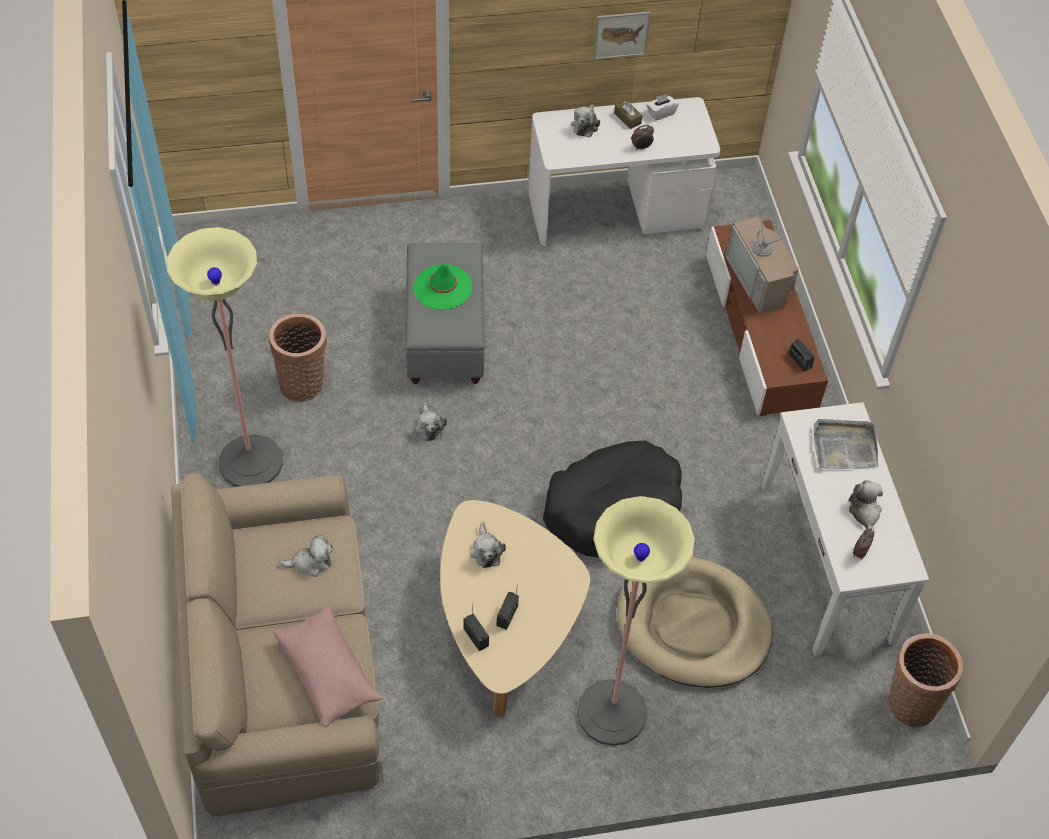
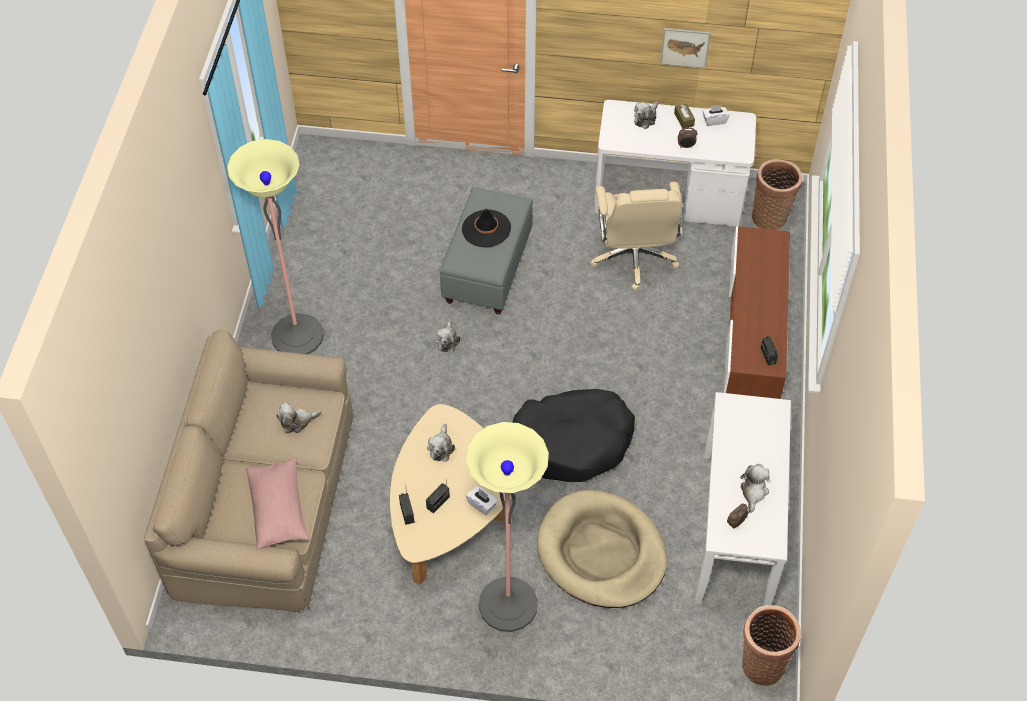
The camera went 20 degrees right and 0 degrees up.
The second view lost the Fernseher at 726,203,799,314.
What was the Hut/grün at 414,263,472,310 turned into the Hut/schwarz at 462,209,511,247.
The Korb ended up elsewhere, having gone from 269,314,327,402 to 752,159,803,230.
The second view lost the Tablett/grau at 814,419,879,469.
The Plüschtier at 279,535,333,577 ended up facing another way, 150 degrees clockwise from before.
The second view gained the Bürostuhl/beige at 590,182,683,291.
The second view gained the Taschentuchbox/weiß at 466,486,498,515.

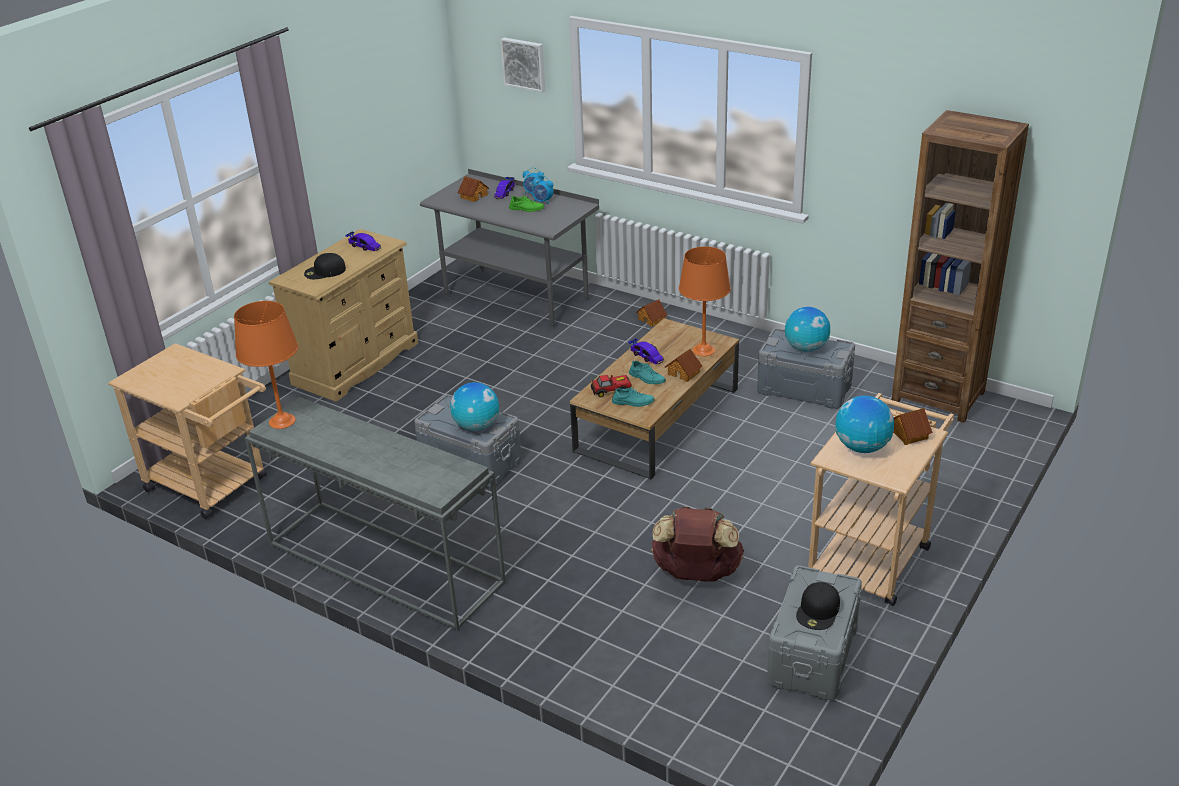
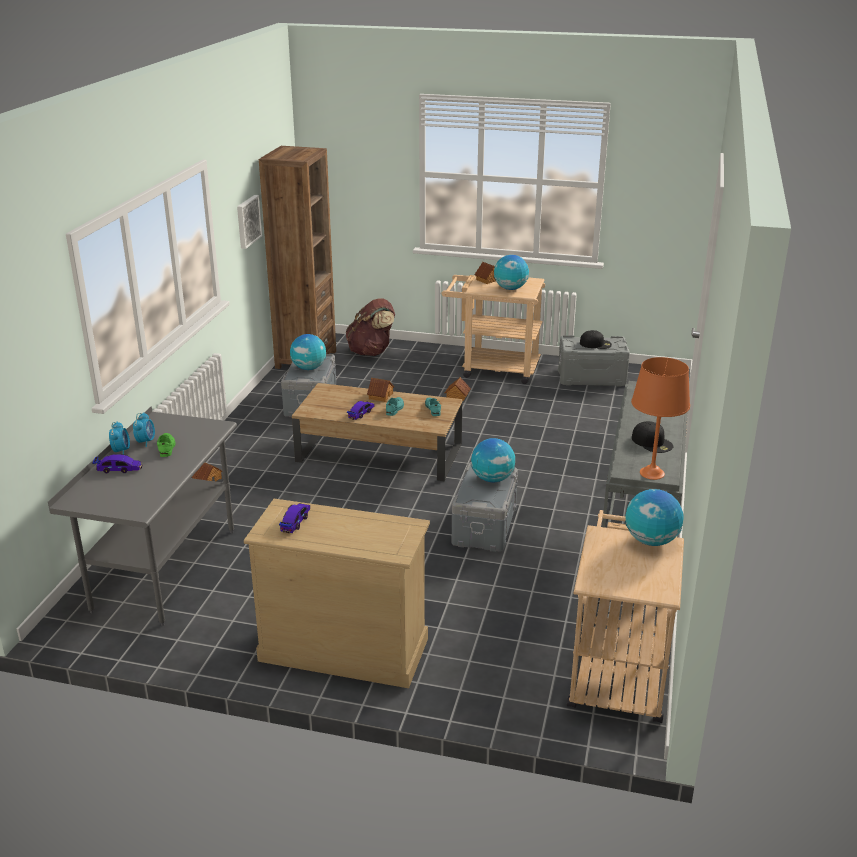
The camera went 110 degrees left and 5 degrees down.
The Bild ended up elsewhere, having gone from 500,38,545,92 to 237,195,262,249.
The Spielzeughaus ended up elsewhere, having gone from 457,176,489,202 to 445,377,471,401.
The second view lost the Tischlampe/orange at 679,247,731,356.
The Kappe/schwarz ended up elsewhere, having gone from 304,253,346,279 to 632,421,673,453.
The second view lost the Spielzeugauto at 591,375,632,397.
The Rucksack/braun ended up elsewhere, having gone from 651,506,744,582 to 346,298,395,356.
The second view gained the Globus at 625,489,684,546.

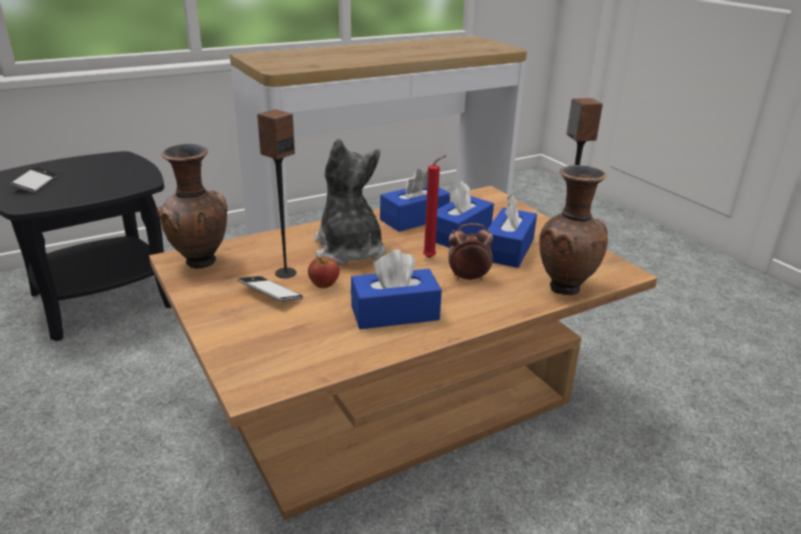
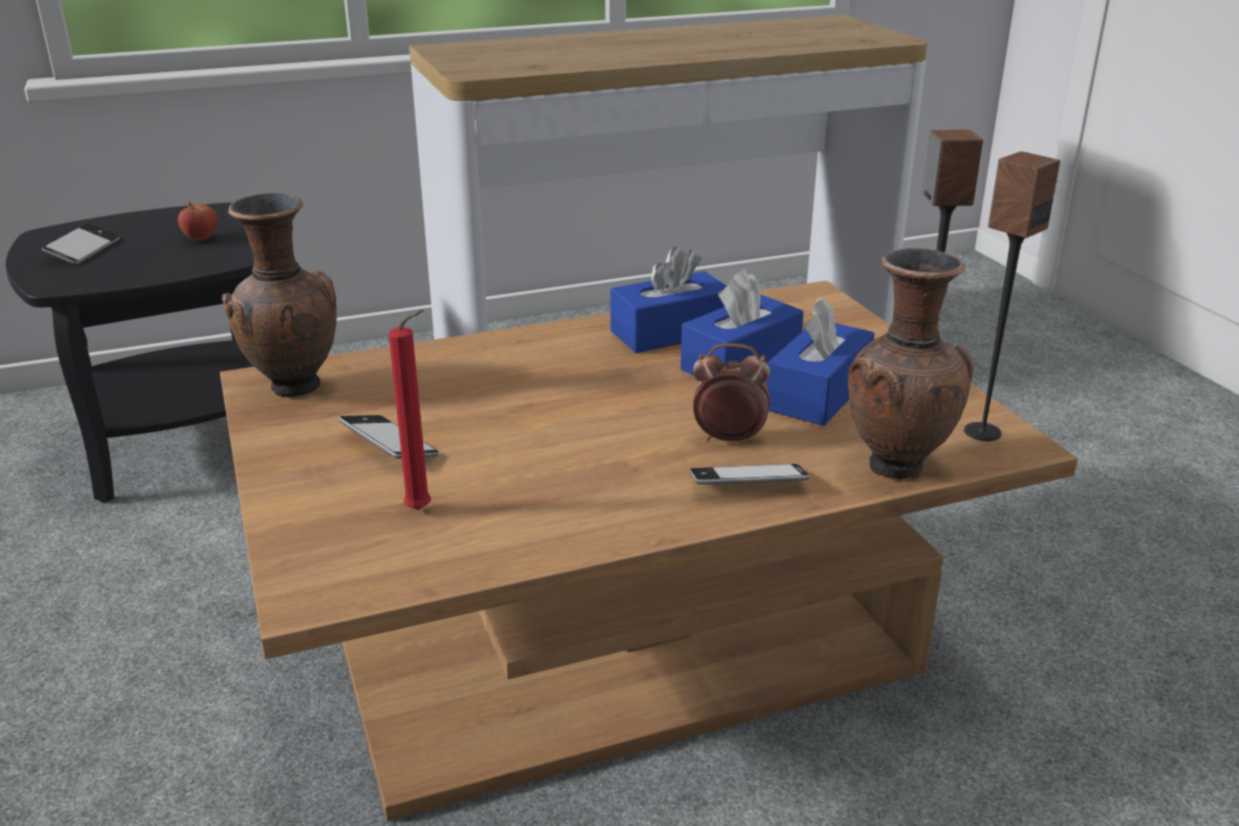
The camera went 10 degrees right and 0 degrees up.
The Lautsprecher ended up elsewhere, having gone from 257,109,296,278 to 964,152,1060,441.
The second view lost the Plüschtier at 314,138,386,265.
The Kerze/rot ended up elsewhere, having gone from 423,155,447,258 to 389,310,431,510.
The second view lost the Taschentuchbox/blau at 351,249,442,329.
The Apfel ended up elsewhere, having gone from 308,257,339,288 to 178,202,218,241.
The second view gained the Handy at 690,464,810,484.

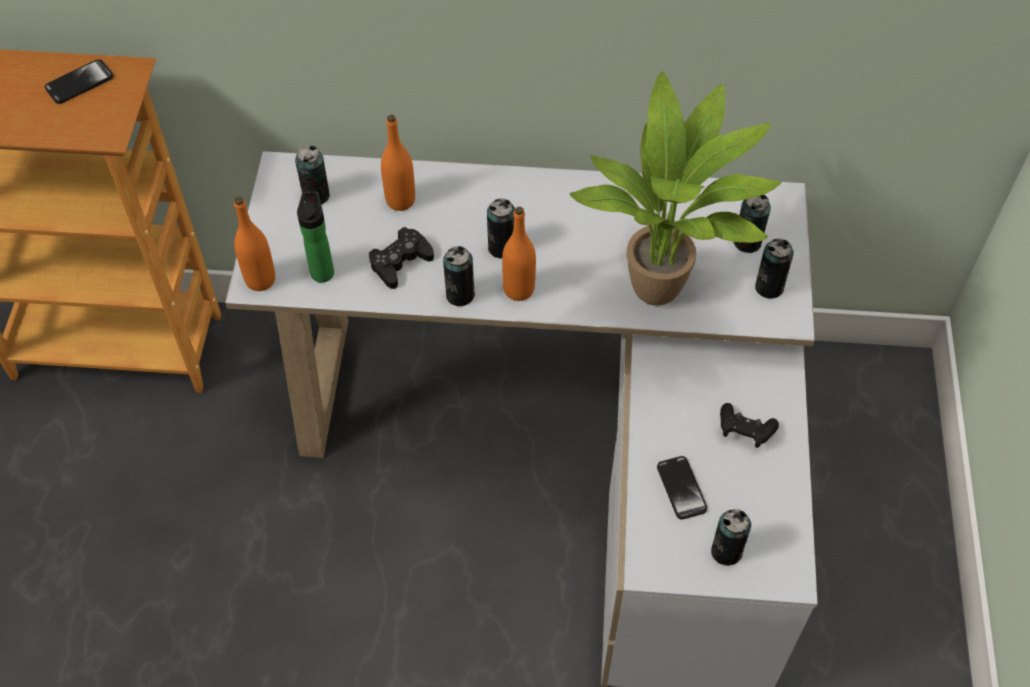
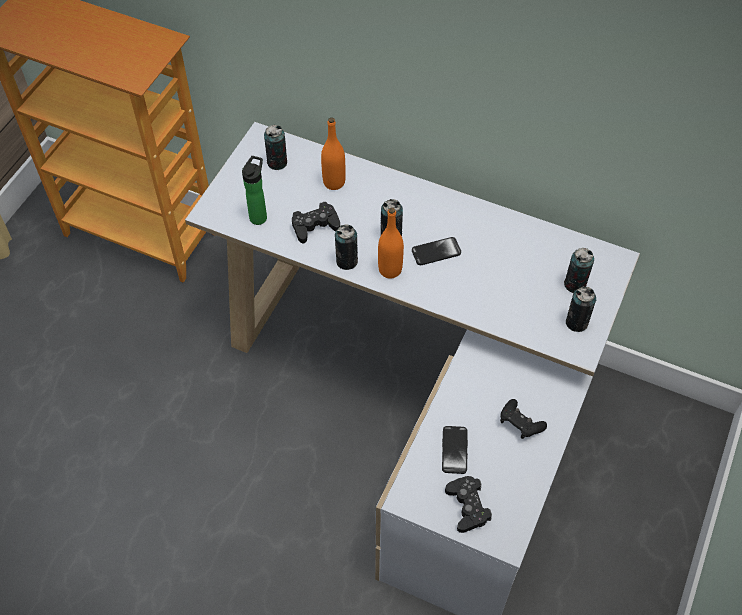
The camera went 20 degrees right and 0 degrees up.
The Handy ended up elsewhere, having gone from 45,59,113,104 to 412,237,461,265.
The second view lost the Topfpflanze at 569,72,782,306.
The second view lost the Flasche/orange at 234,197,275,291.
Where the Dose stood at 711,509,751,566, the Gamepad/schwarz came to stand at 445,476,492,533.

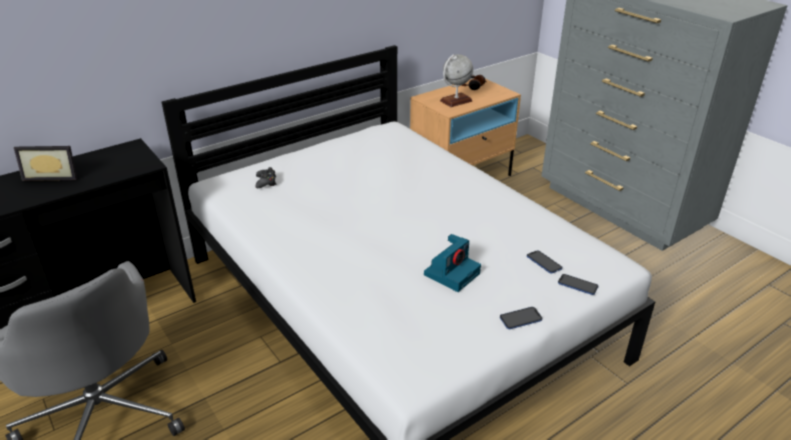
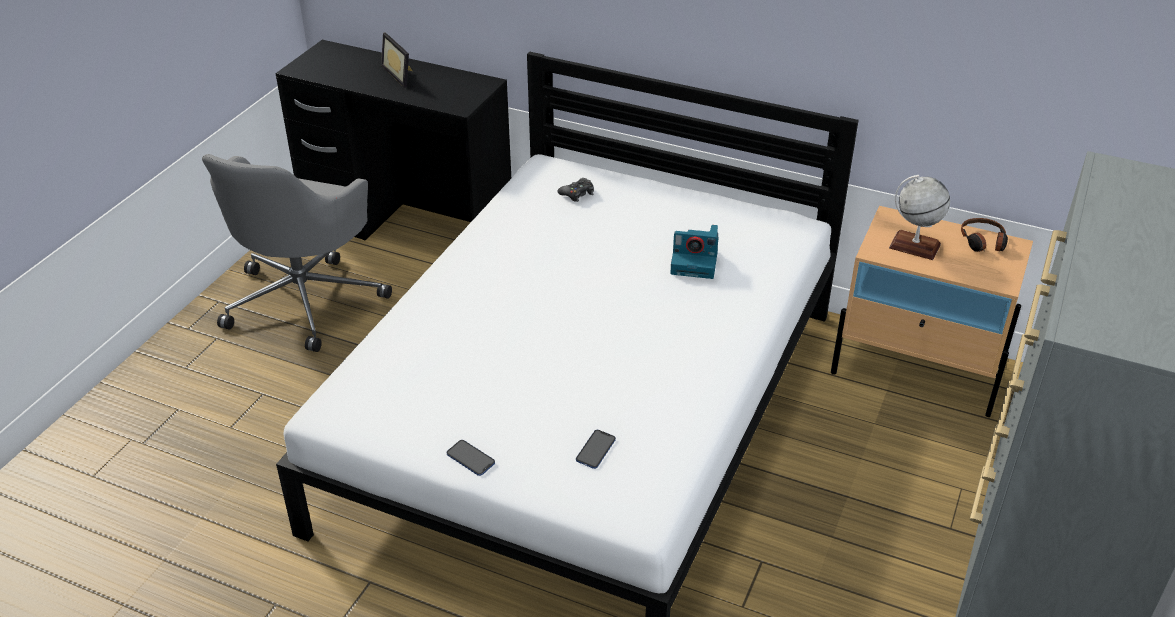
The camera went 60 degrees right and 5 degrees up.
The Kamera ended up elsewhere, having gone from 424,234,481,292 to 670,225,718,279.
The second view lost the Handy at 558,274,598,295.

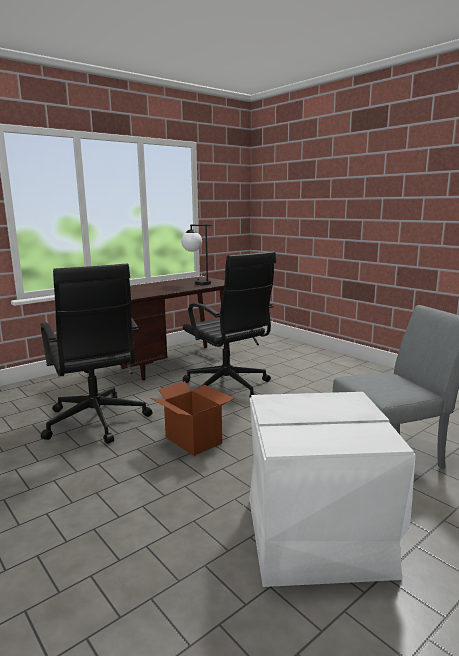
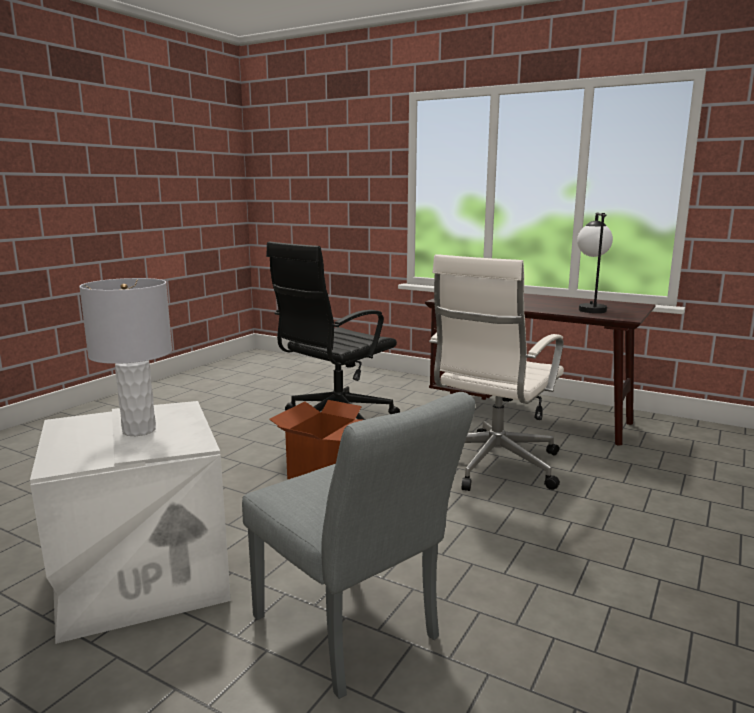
The camera went 70 degrees right and 0 degrees up.
What was the Bürostuhl/schwarz at 183,251,276,398 turned into the Bürostuhl/weiß at 429,254,564,491.
The second view gained the Tischlampe/grau at 79,278,172,436.

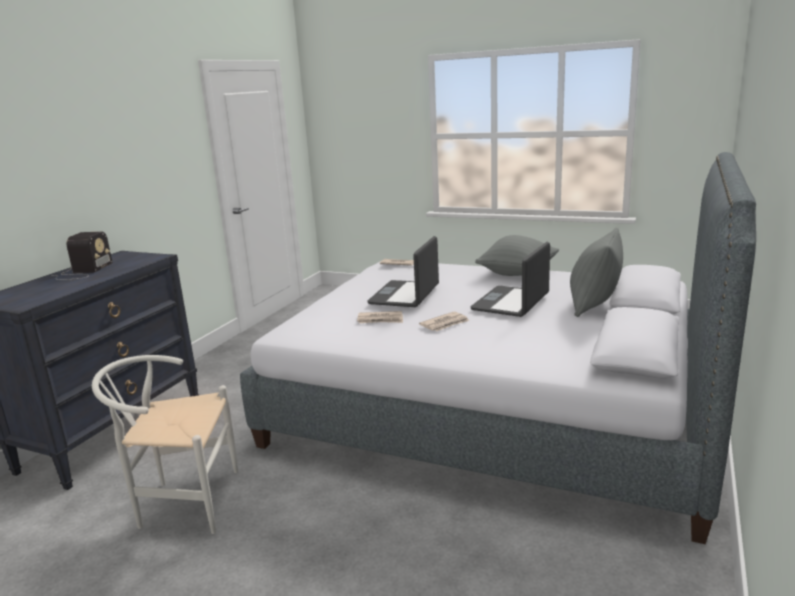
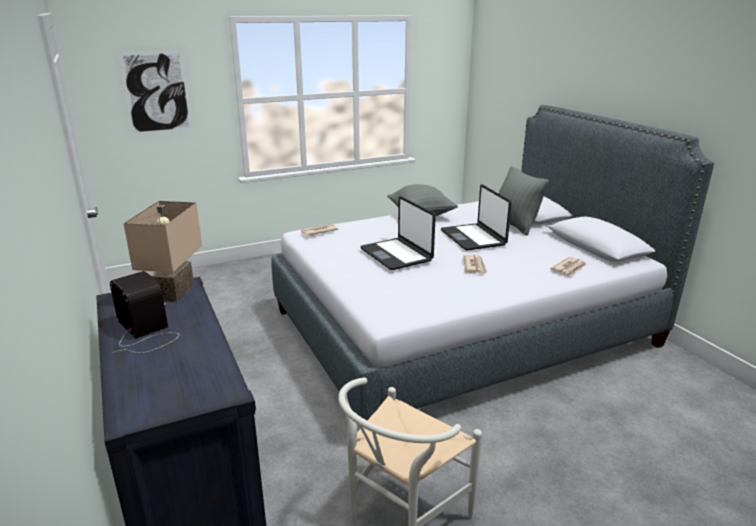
The camera went 50 degrees left and 5 degrees up.
The Zeitung ended up elsewhere, having gone from 357,311,403,323 to 551,257,586,276.
The second view gained the Bild at 119,51,192,134.
The second view gained the Tischlampe/beige at 123,201,202,302.

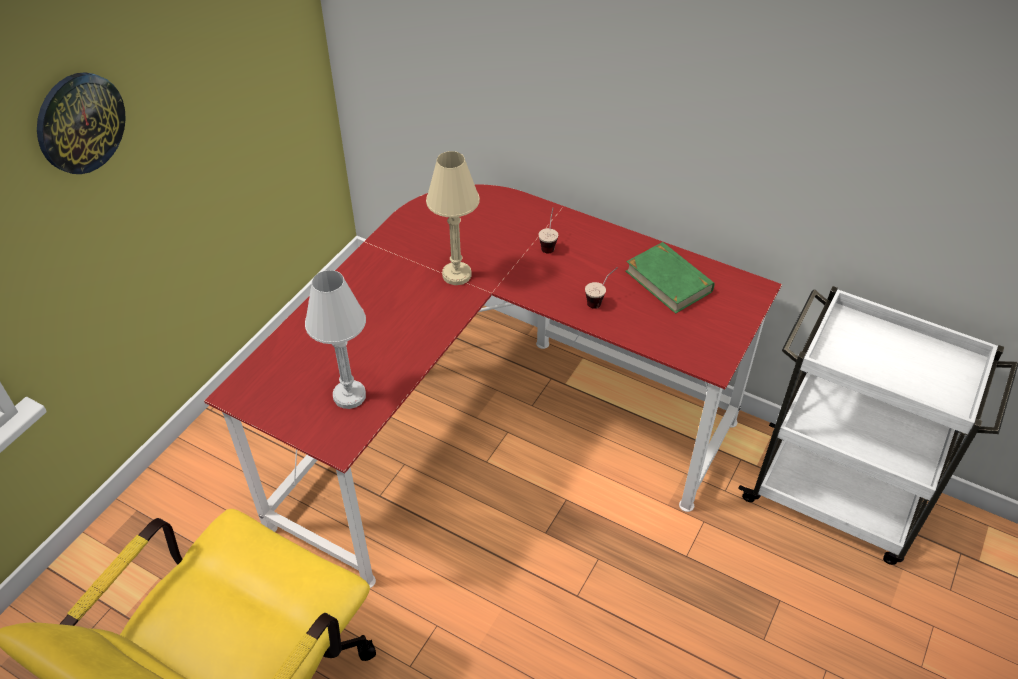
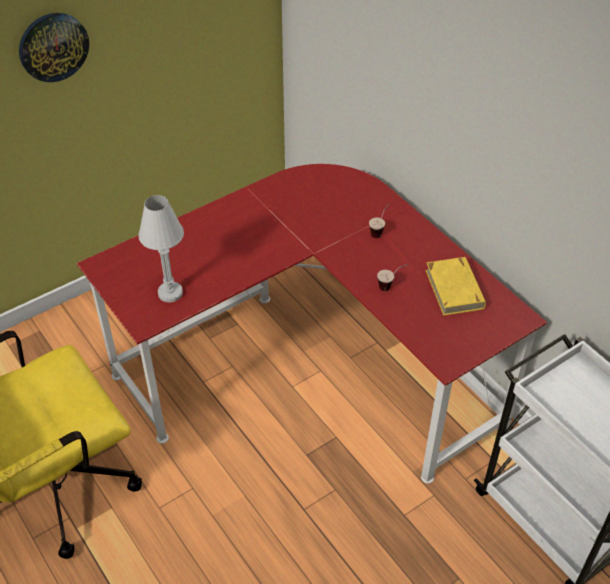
The camera went 25 degrees right and 0 degrees up.
The second view lost the Tischlampe/beige at 426,151,480,285.
What was the Buch/grün at 626,242,714,314 turned into the Buch/gelb at 425,257,486,316.

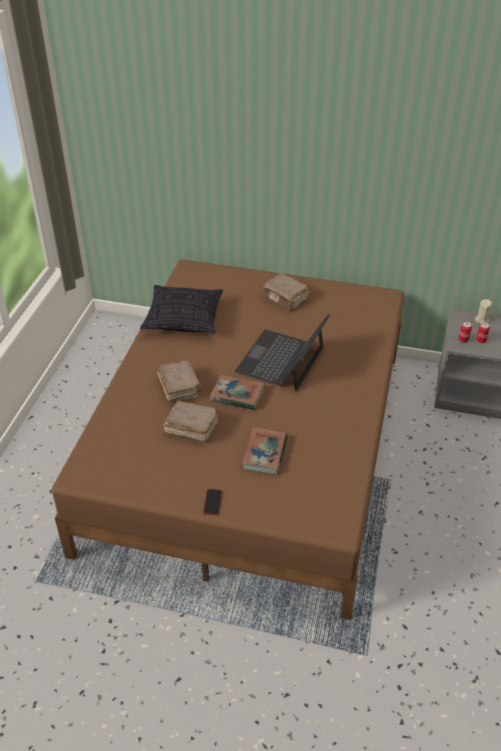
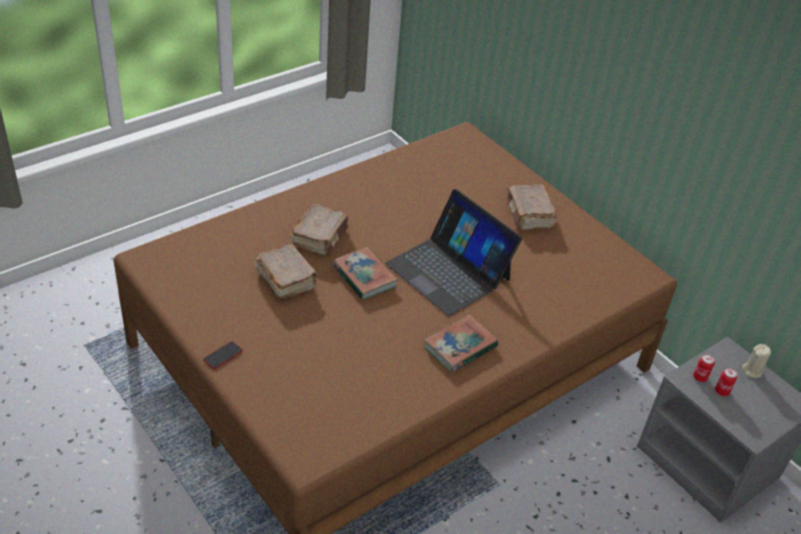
The camera went 35 degrees right and 0 degrees up.
The second view lost the Kissen at 140,285,223,334.
The Laptop at 235,314,330,391 ended up facing another way, 105 degrees counterclockwise from before.
The Buch ended up elsewhere, having gone from 242,427,288,474 to 424,314,498,373.

